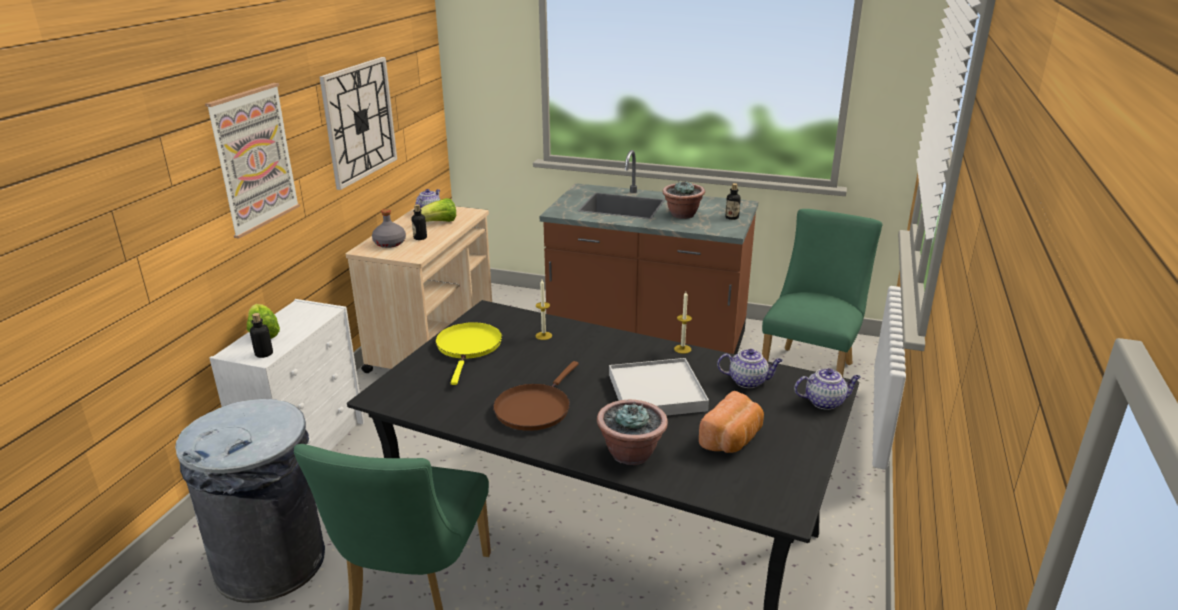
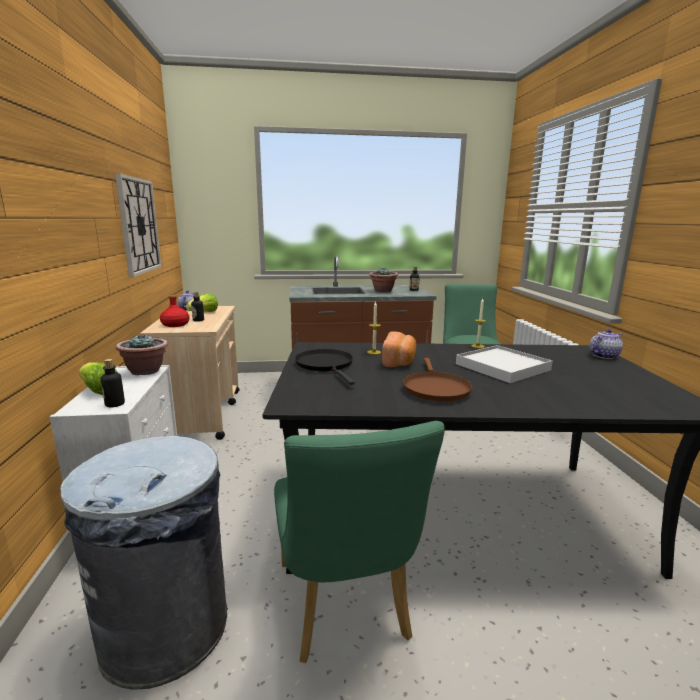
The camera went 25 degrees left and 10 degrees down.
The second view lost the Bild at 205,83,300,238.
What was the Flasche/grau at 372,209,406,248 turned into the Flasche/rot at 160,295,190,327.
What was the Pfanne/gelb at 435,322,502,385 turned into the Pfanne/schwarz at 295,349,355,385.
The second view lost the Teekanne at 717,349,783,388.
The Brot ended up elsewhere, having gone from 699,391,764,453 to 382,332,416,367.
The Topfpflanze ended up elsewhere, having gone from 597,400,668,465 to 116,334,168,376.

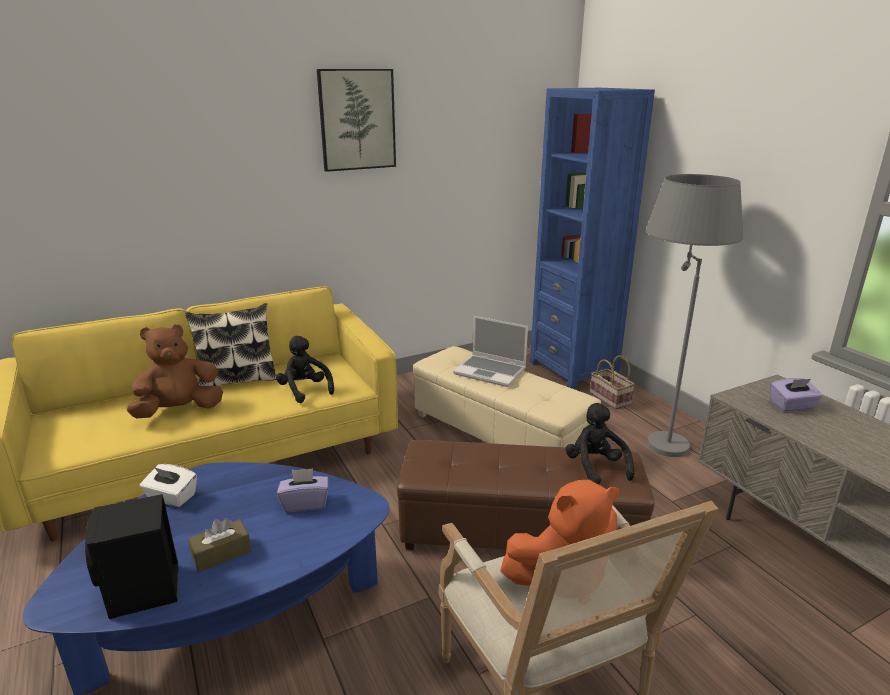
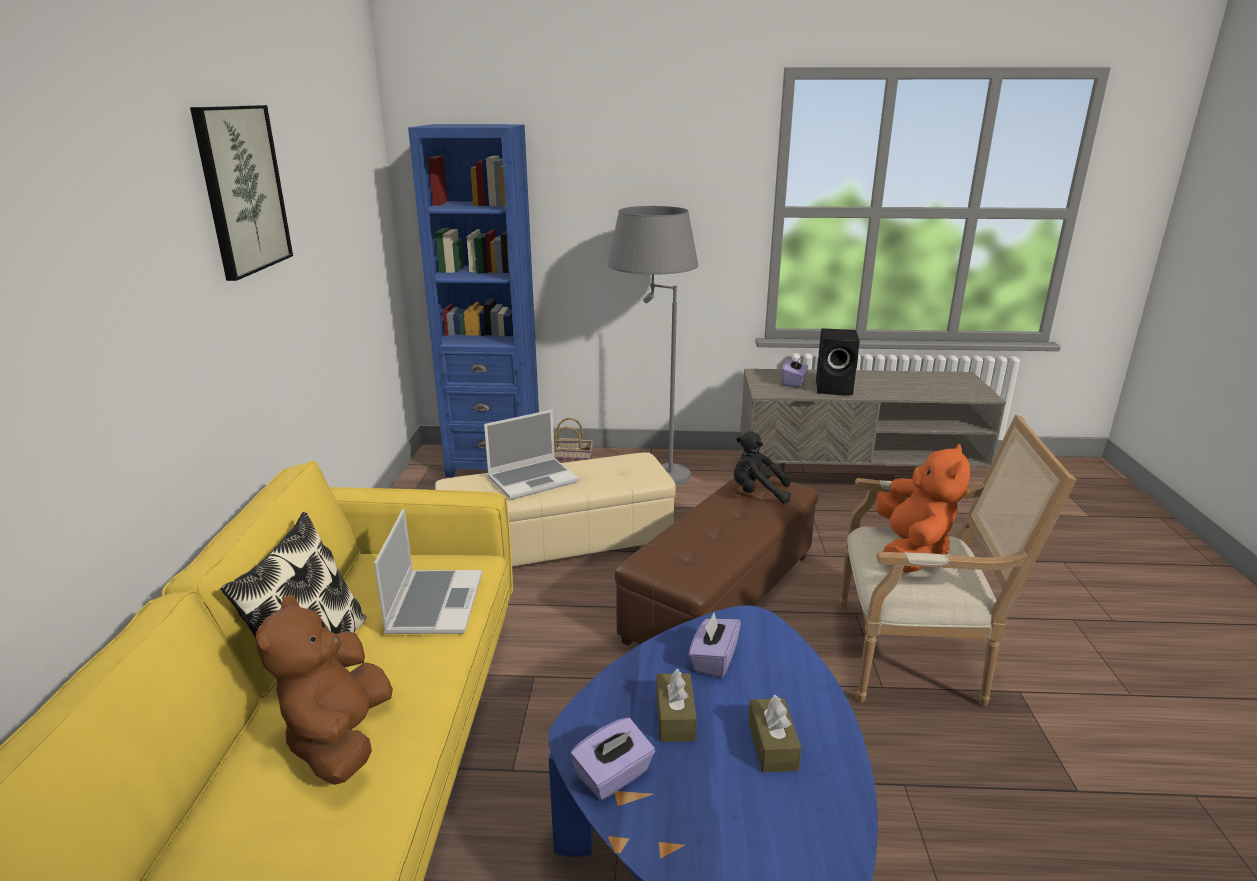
The camera went 60 degrees left and 0 degrees up.
Where the Plüschtier/schwarz stood at 276,336,334,403, the Laptop came to stand at 374,509,482,634.
What was the Taschentuchbox/weiß at 140,464,197,507 turned into the Taschentuchbox/lila at 570,717,655,800.
The Lautsprecher/schwarz ended up elsewhere, having gone from 85,494,178,619 to 816,328,860,395.
The second view gained the Taschentuchbox/braun at 656,669,697,742.

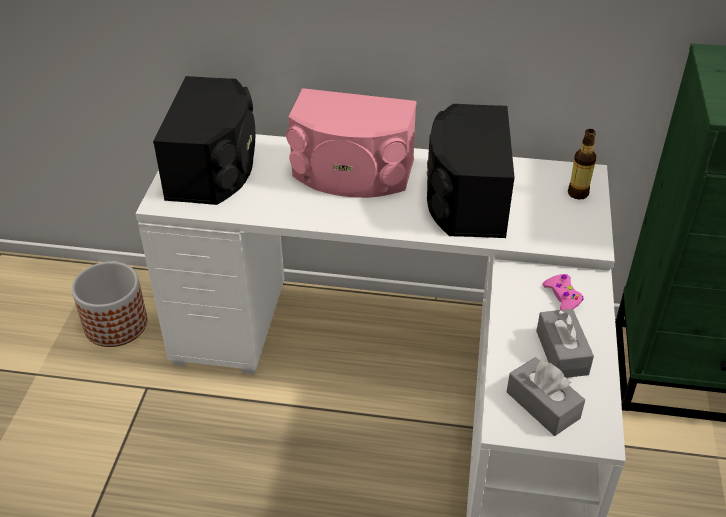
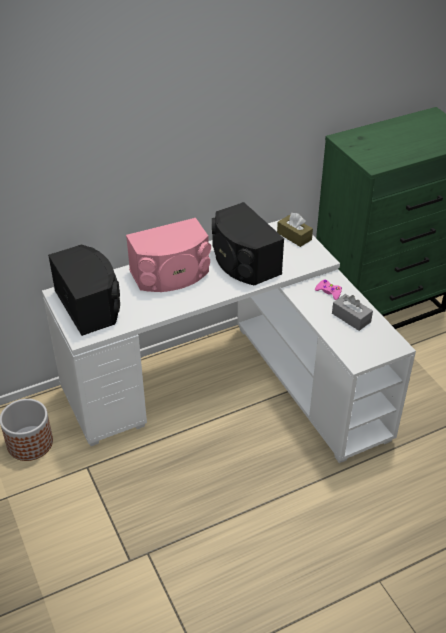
The camera went 35 degrees left and 0 degrees up.
Where the Flasche stood at 568,129,596,200, the Taschentuchbox/braun came to stand at 277,213,313,247.
The second view lost the Taschentuchbox/grau at 507,357,585,436.

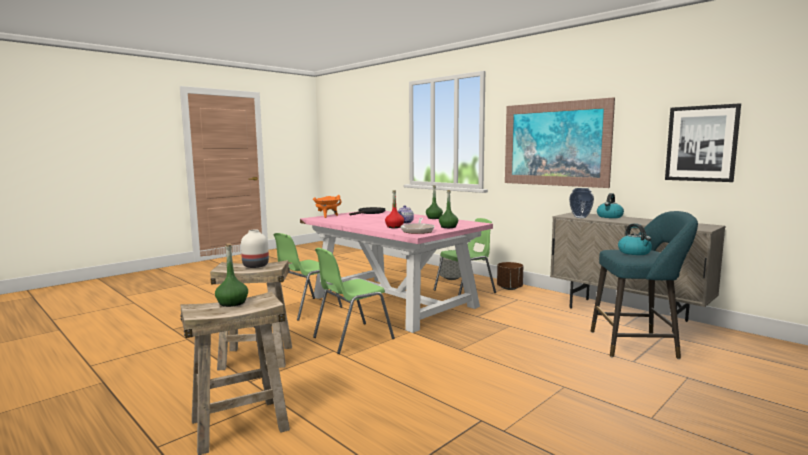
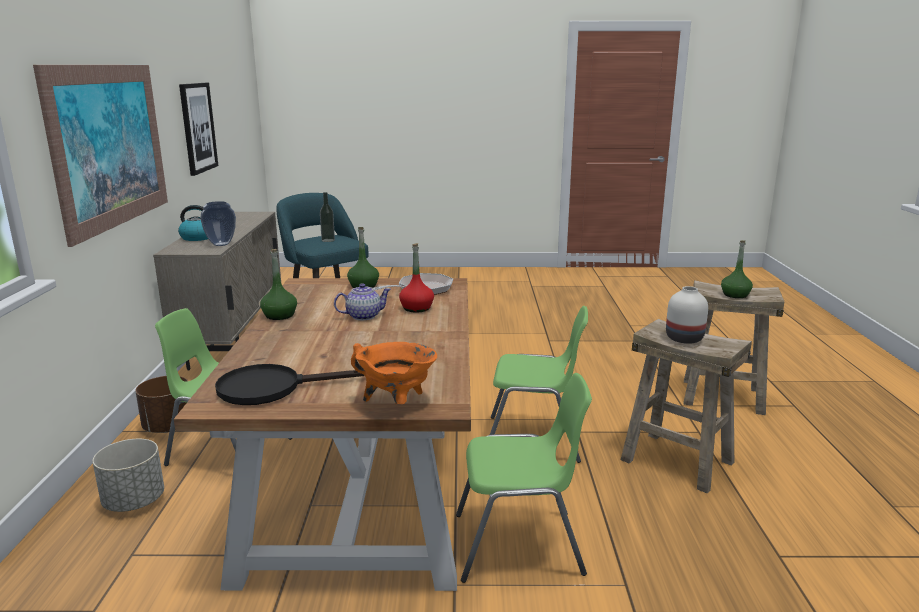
The camera went 135 degrees left and 10 degrees up.
What was the Esstisch/rosa at 300,211,493,333 turned into the Esstisch/braun at 174,278,471,591.
Where the Wasserkessel stood at 618,223,652,255, the Flasche came to stand at 320,192,335,242.

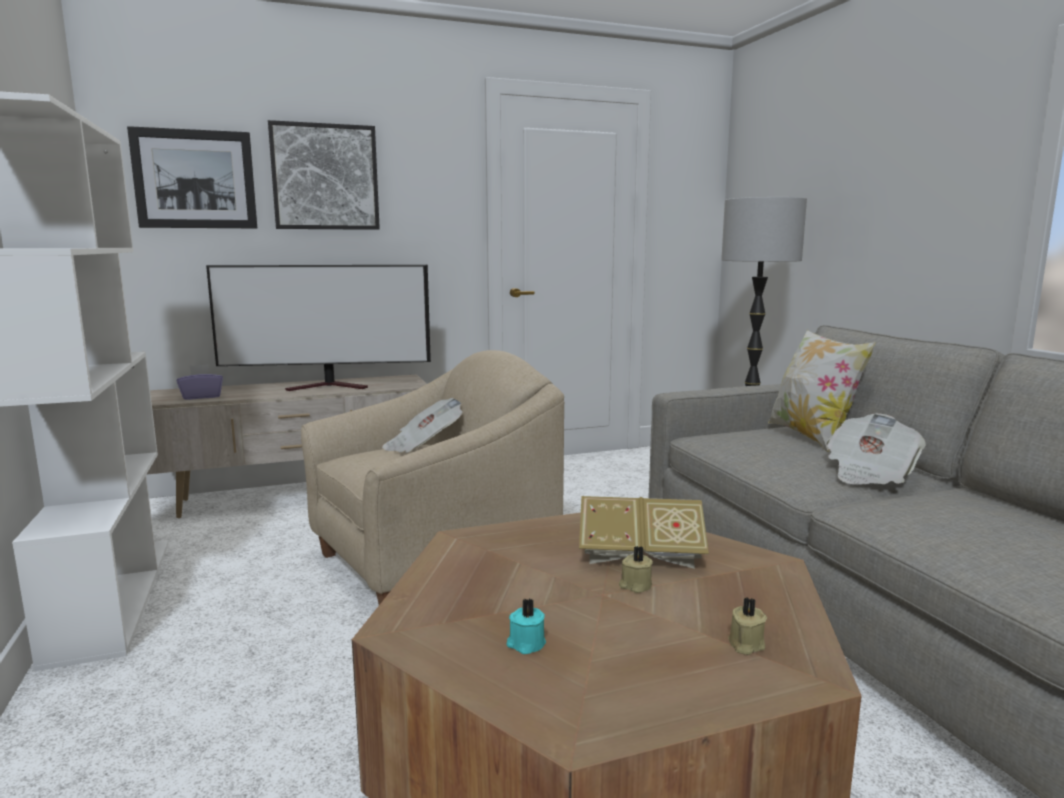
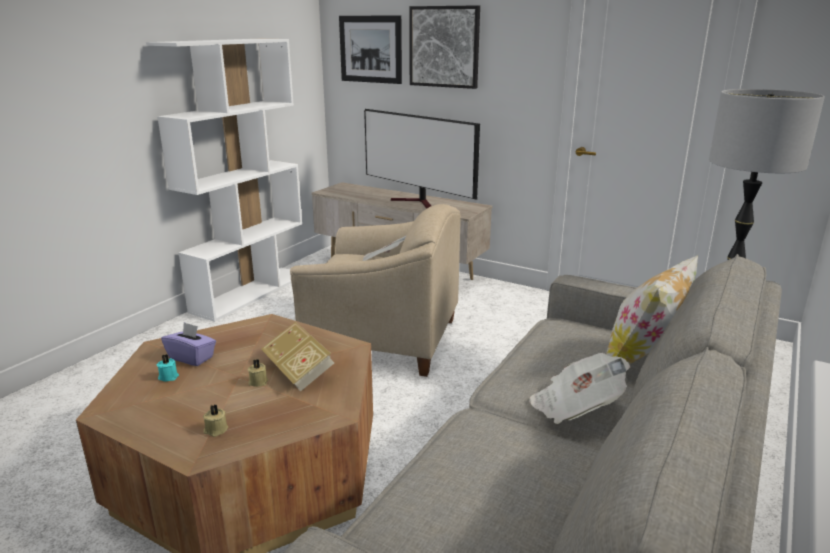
The camera went 50 degrees right and 10 degrees up.
The Taschentuchbox/lila ended up elsewhere, having gone from 177,364,223,400 to 161,322,216,366.

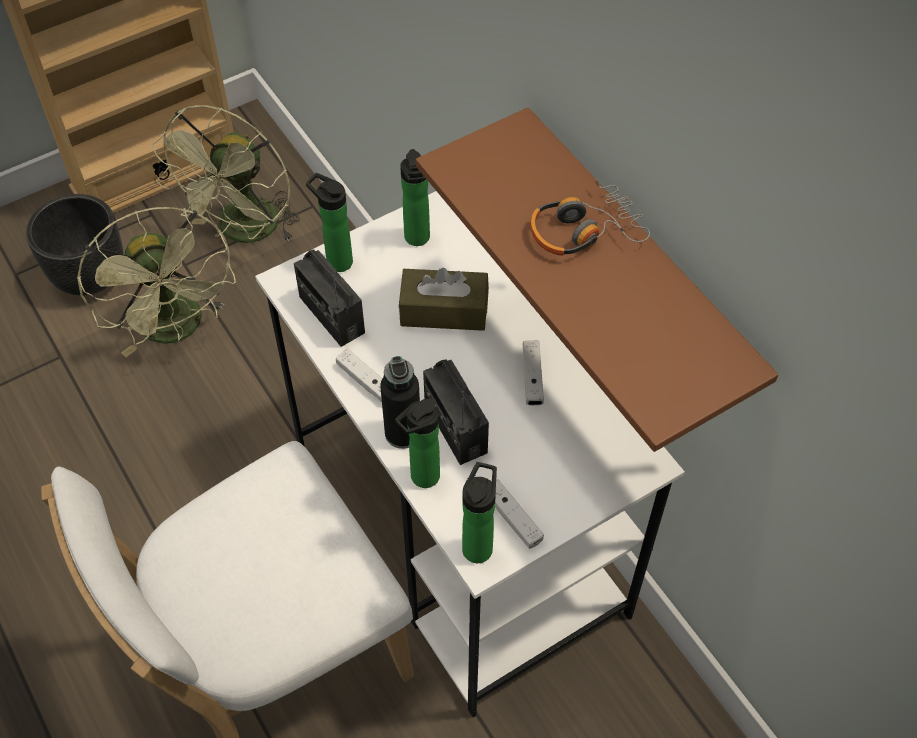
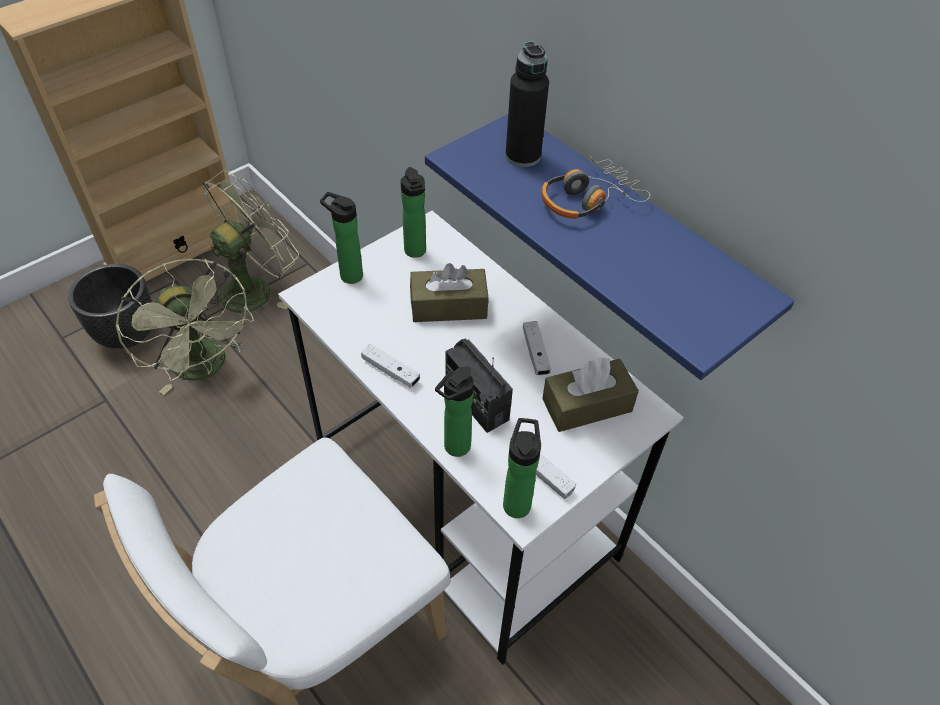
The camera went 10 degrees left and 5 degrees down.
The Ventilator/grün at 152,105,300,243 ended up facing another way, 150 degrees counterclockwise from before.
What was the Wandregal/braun at 416,107,778,452 turned into the Wandregal/blau at 425,114,795,380.
The second view lost the Radio at 294,250,365,347.
The Flasche/schwarz ended up elsewhere, having gone from 380,356,420,449 to 505,41,549,167.
The second view gained the Taschentuchbox/braun at 542,357,639,432.

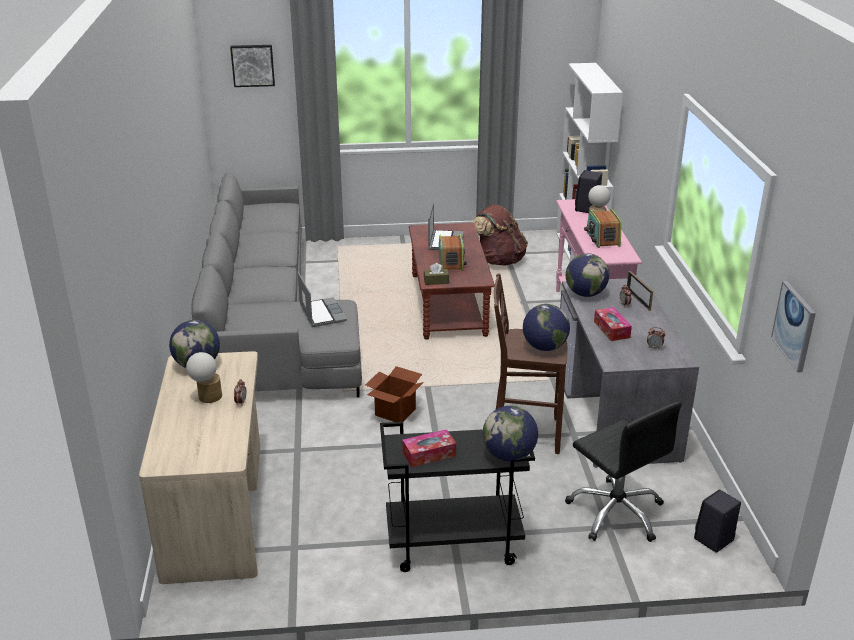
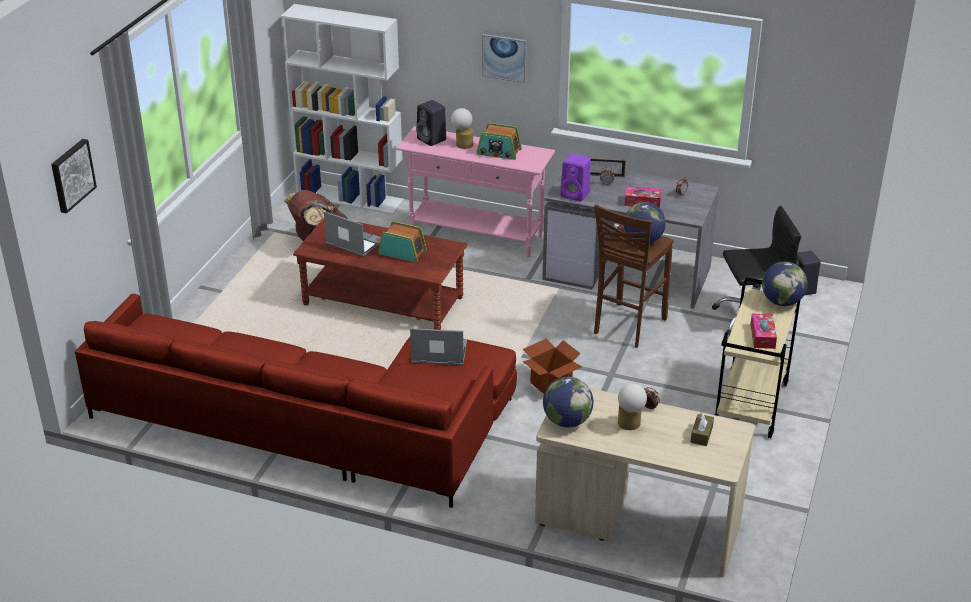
The camera went 65 degrees left and 5 degrees up.
What was the Sofa/grau at 190,172,362,398 turned into the Sofa/rot at 75,294,517,508.
Where the Globus stood at 566,253,609,297, the Lautsprecher/lila came to stand at 560,153,591,201.
The Taschentuchbox/braun ended up elsewhere, having gone from 424,263,449,285 to 690,413,714,446.
The Bild ended up elsewhere, having gone from 771,281,816,372 to 482,34,526,83.
What was the Rollwagen/schwarz at 380,422,535,572 turned into the Rollwagen/beige at 715,277,800,438.

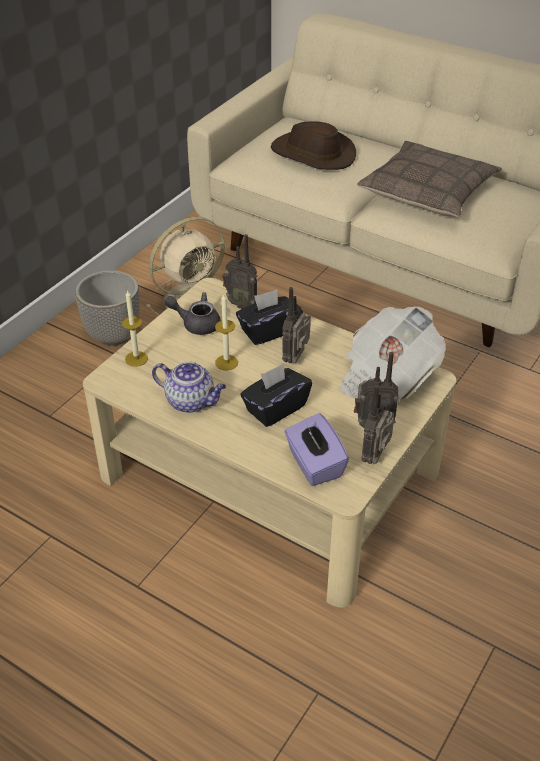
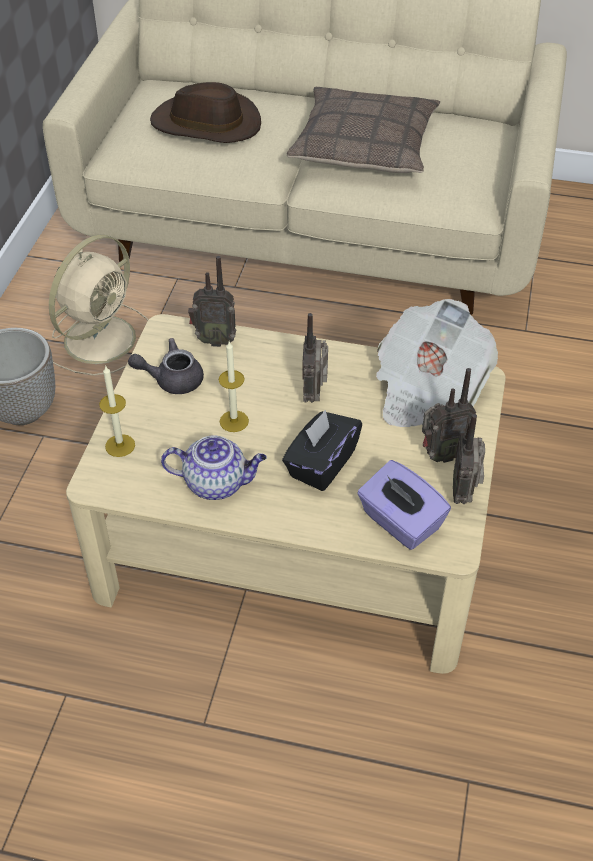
The camera went 20 degrees left and 5 degrees up.
The second view lost the Taschentuchbox/schwarz at 236,289,302,345.

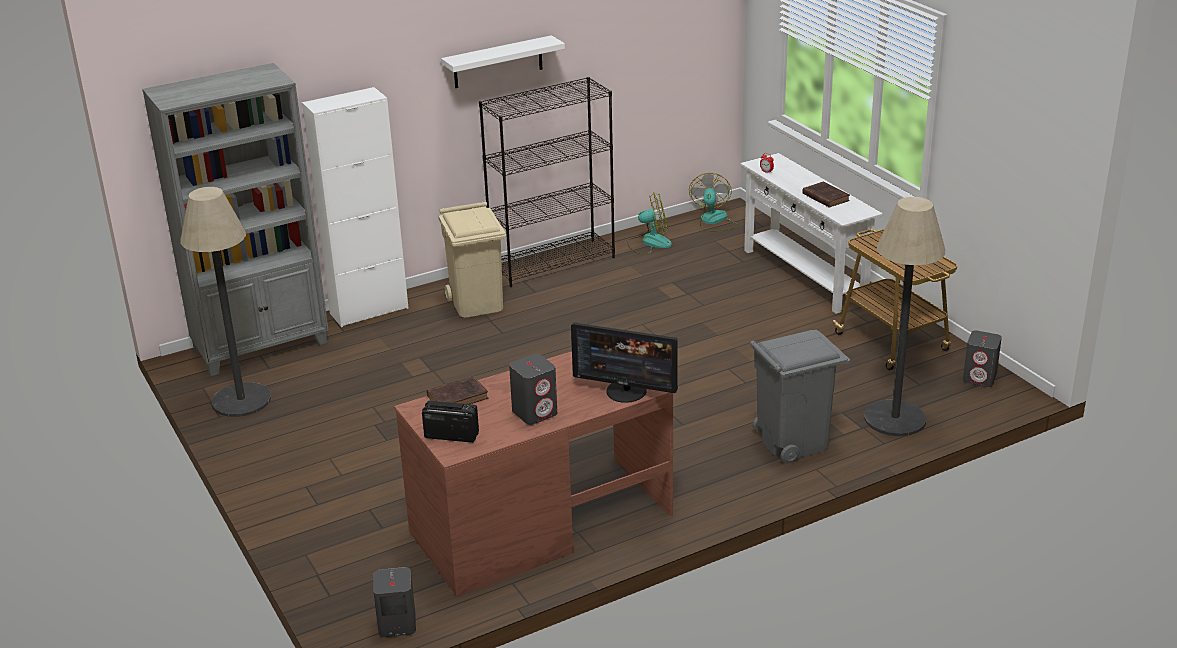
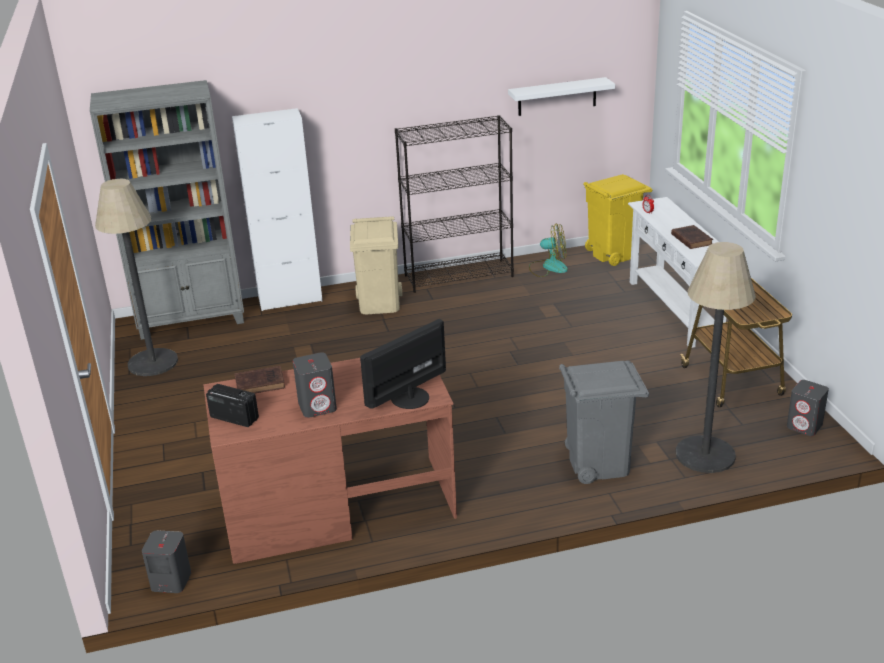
The camera went 15 degrees right and 0 degrees up.
The Wandregal/weiß ended up elsewhere, having gone from 441,35,565,88 to 508,77,615,116.
Where the Ventilator stood at 689,173,739,231, the Mülleimer/gelb came to stand at 583,174,652,266.
The Monitor at 571,322,678,403 ended up facing another way, 105 degrees clockwise from before.

